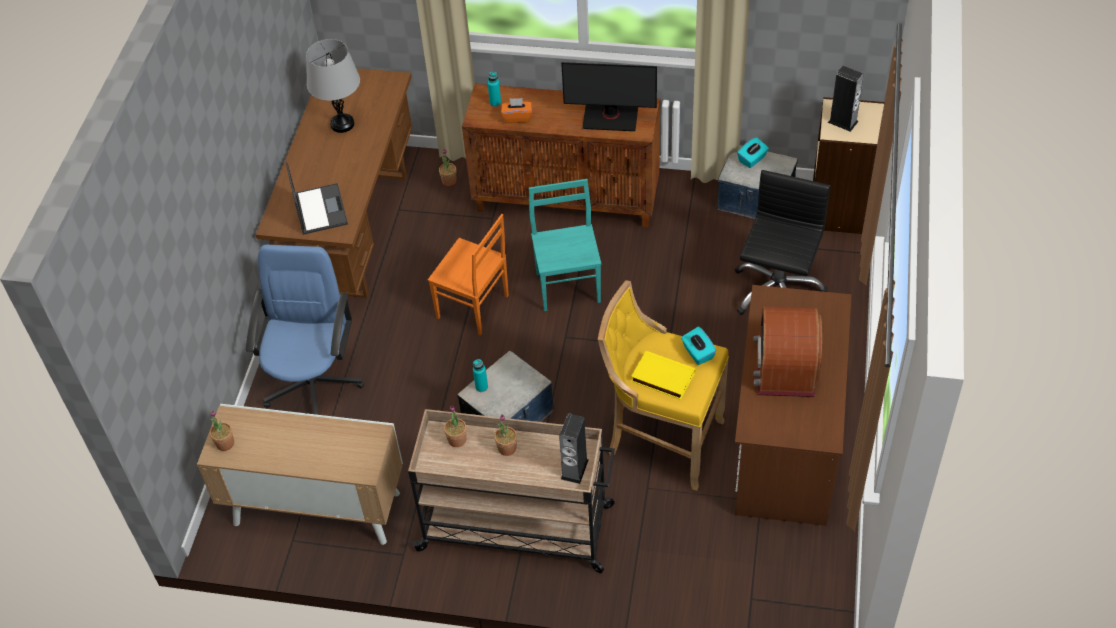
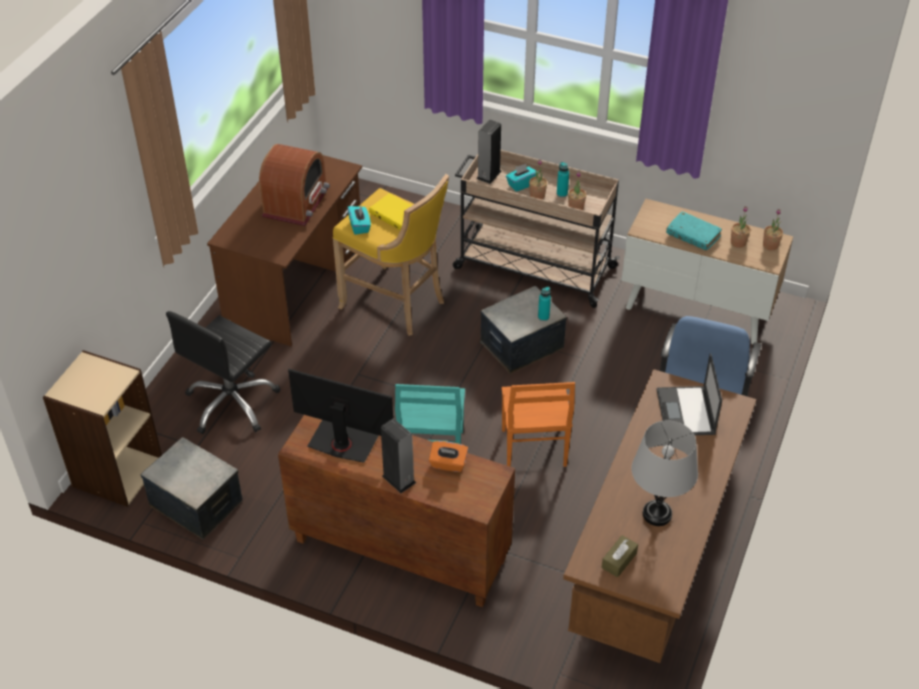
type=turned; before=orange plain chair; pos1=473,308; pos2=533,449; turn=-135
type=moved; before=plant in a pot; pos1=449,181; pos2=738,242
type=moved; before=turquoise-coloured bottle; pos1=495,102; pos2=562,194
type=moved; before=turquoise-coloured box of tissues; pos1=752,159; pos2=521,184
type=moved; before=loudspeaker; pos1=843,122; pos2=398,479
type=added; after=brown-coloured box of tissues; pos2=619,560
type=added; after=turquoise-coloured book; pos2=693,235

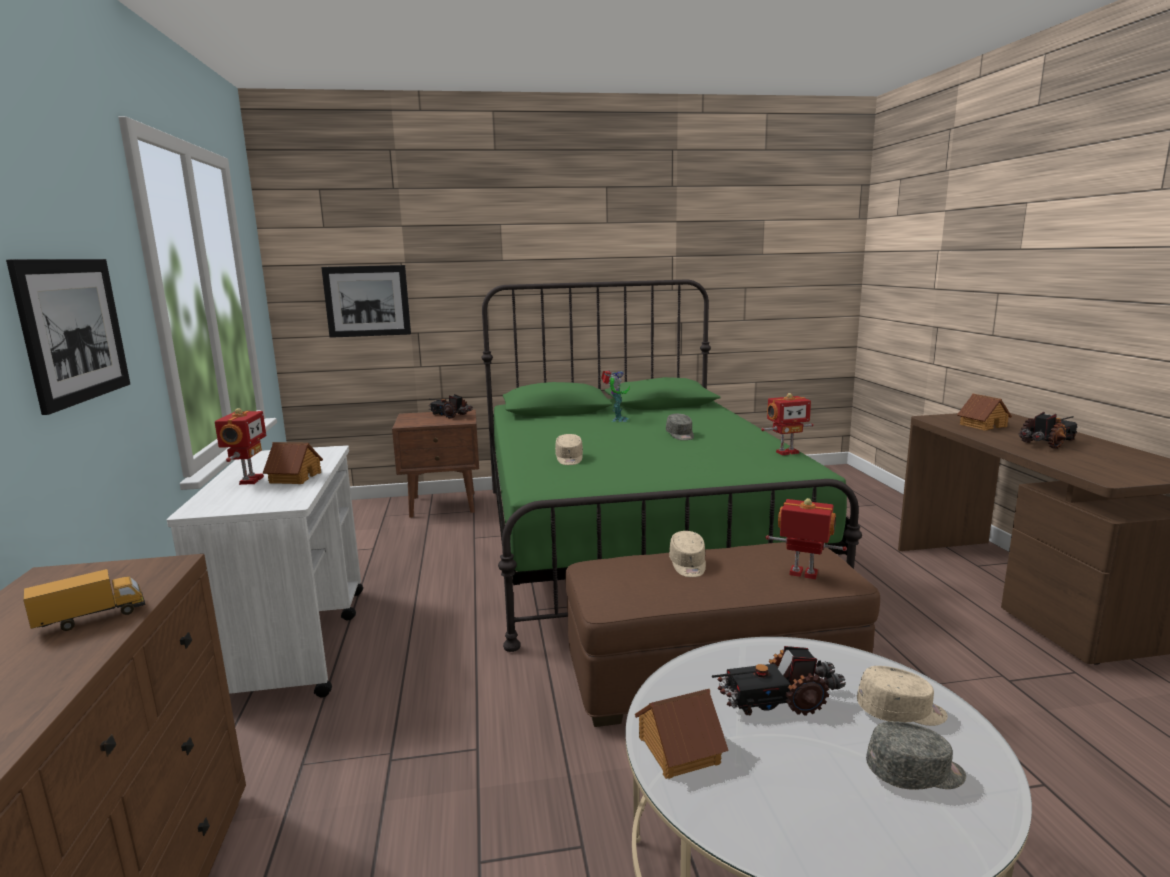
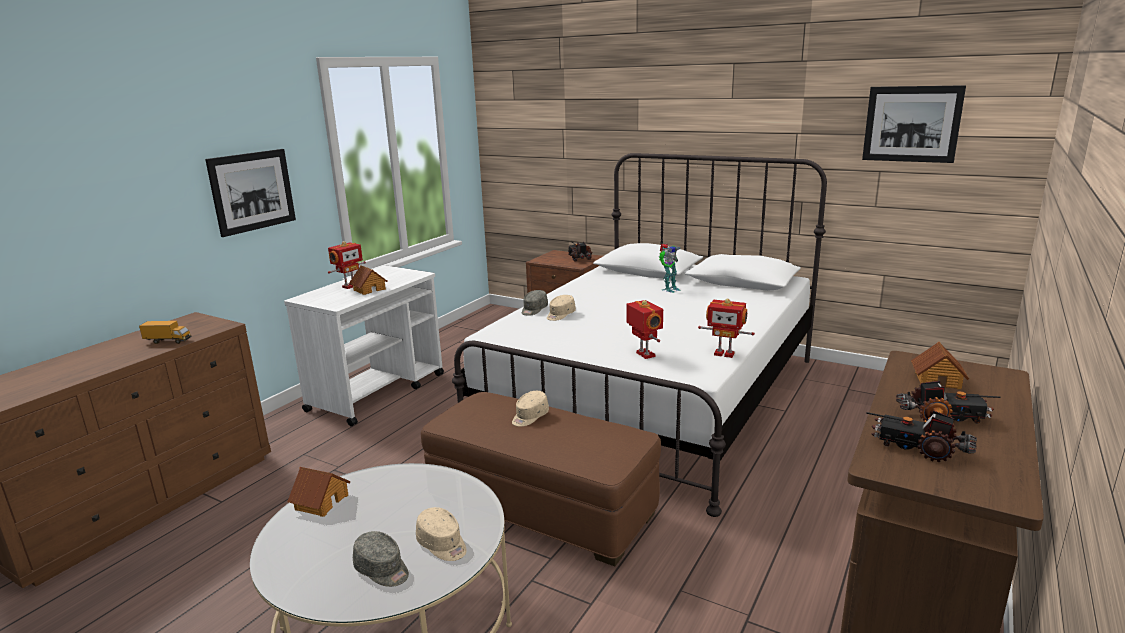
type=moved; before=wall picture; pos1=367,301; pos2=911,124
type=recoloured; before=green-coloured bed; after=white bed; pos1=633,539; pos2=652,396
type=moved; before=gray baseball cap; pos1=680,435; pos2=534,310
type=moved; before=model truck; pos1=777,701; pos2=918,448
type=moved; before=toy robot; pos1=803,574; pos2=644,355

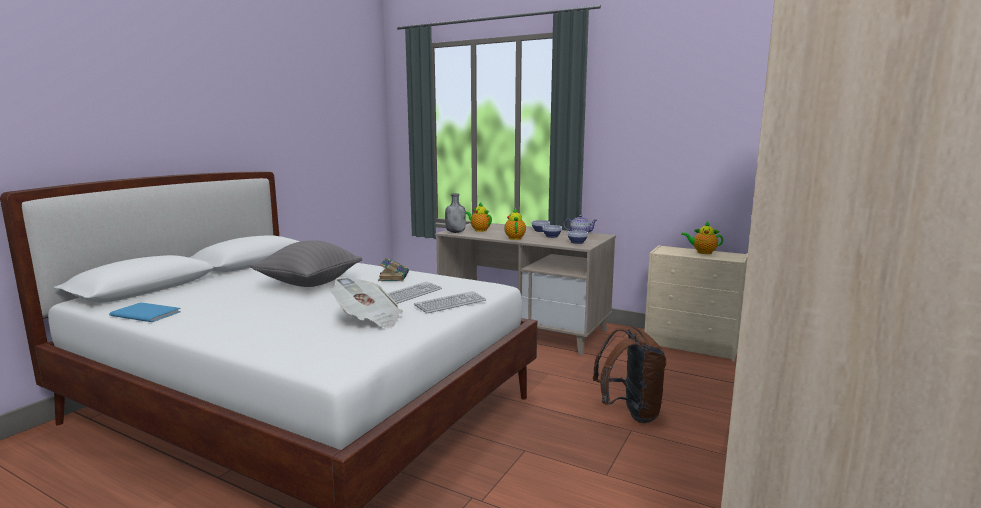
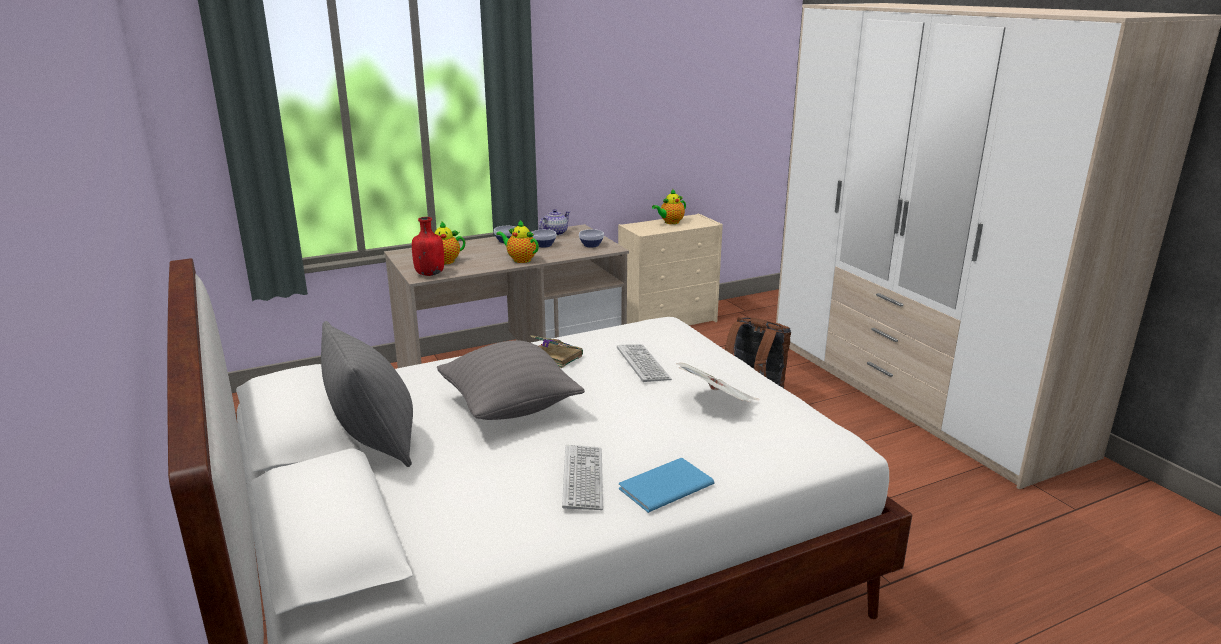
type=moved; before=bluish book; pos1=146,313; pos2=662,486
type=moved; before=PC keyboard; pos1=450,303; pos2=583,478
type=recoloured; before=gray bottle; after=red-coloured bottle; pos1=455,232; pos2=429,274
type=added; after=gray cushion; pos2=374,442

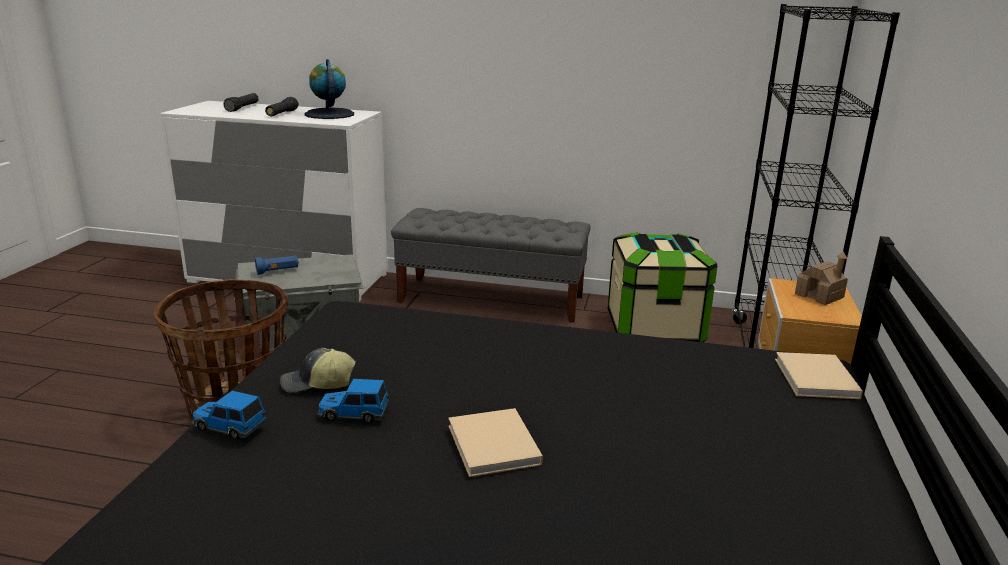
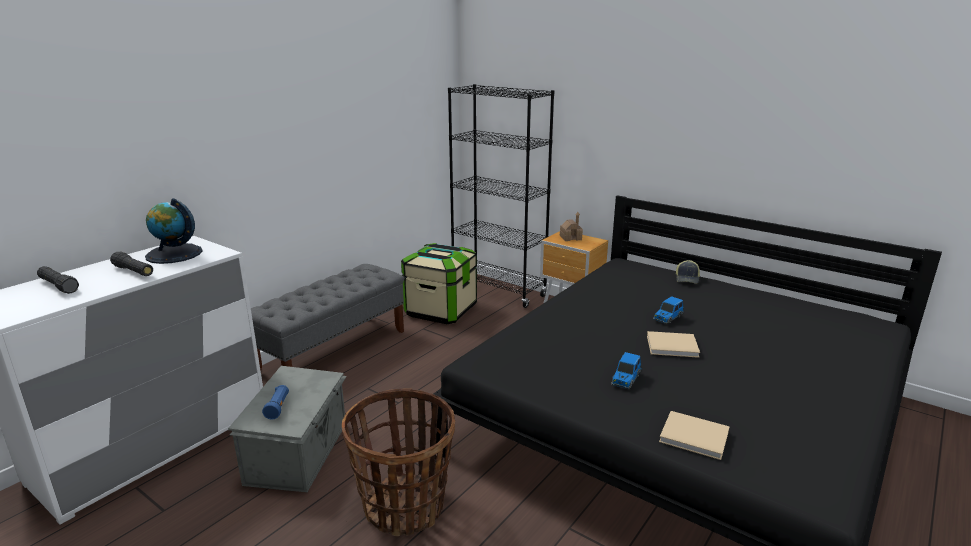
type=moved; before=toy car; pos1=229,427; pos2=667,318
type=moved; before=baseball cap; pos1=317,384; pos2=687,279
type=moved; before=sand-coloured book; pos1=816,379; pos2=696,437

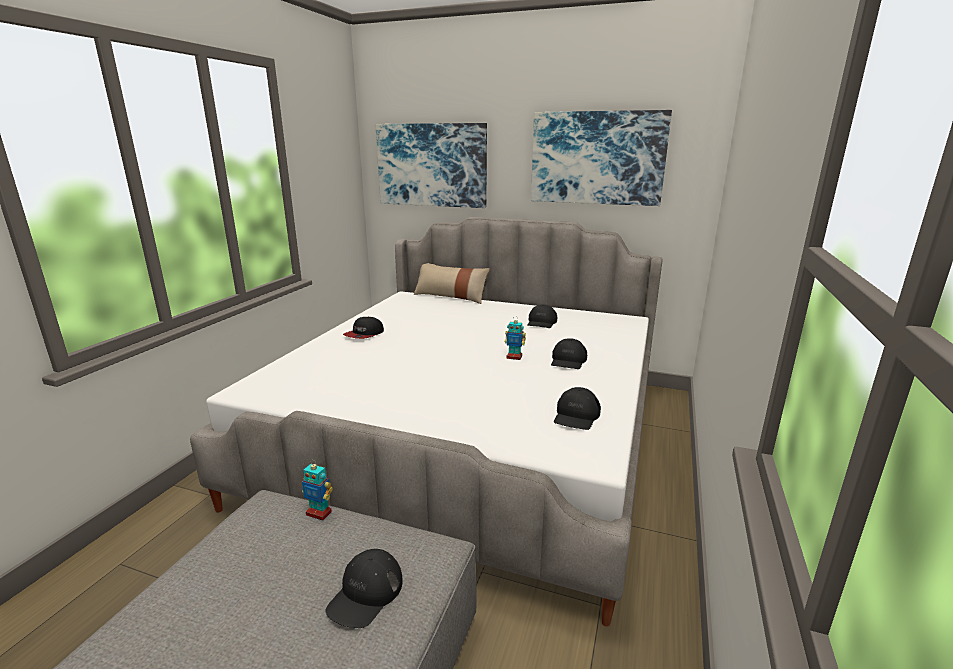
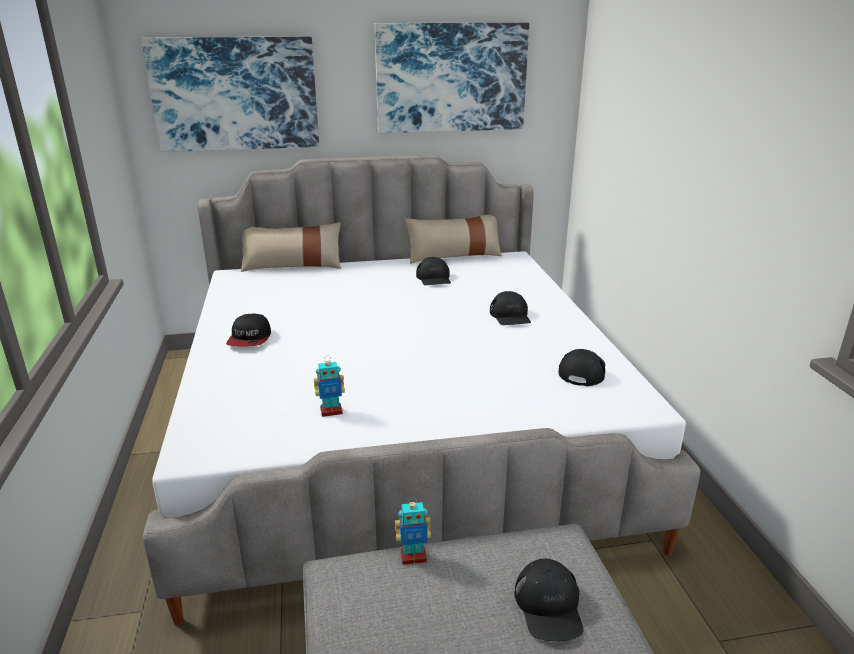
type=moved; before=toy robot; pos1=514,357; pos2=331,411
type=turned; before=black baseball cap; pos1=576,415; pos2=582,370; turn=-150
type=added; after=sand-coloured cushion; pos2=454,256

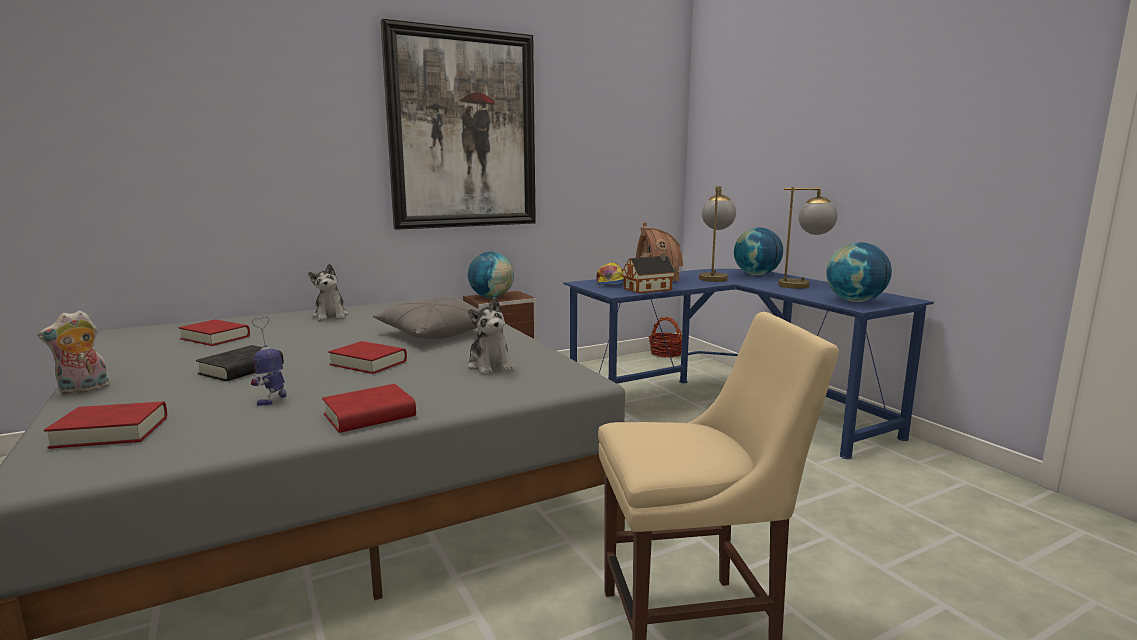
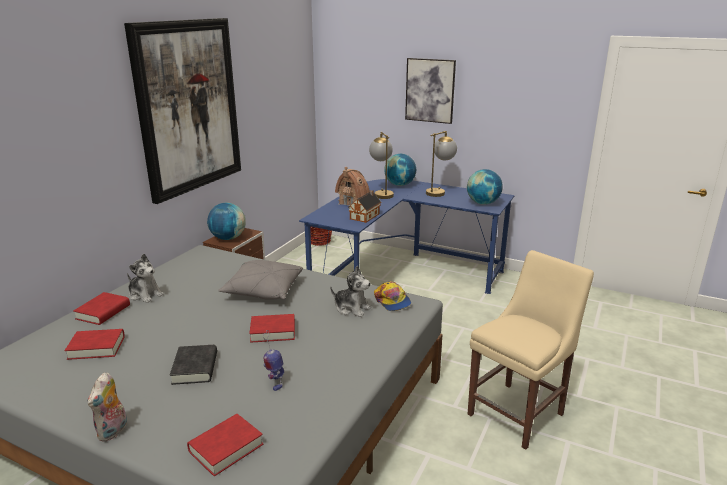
type=moved; before=red-coloured book; pos1=369,415; pos2=103,312
type=moved; before=baseball cap; pos1=610,283; pos2=392,301
type=added; after=wall picture; pos2=430,90

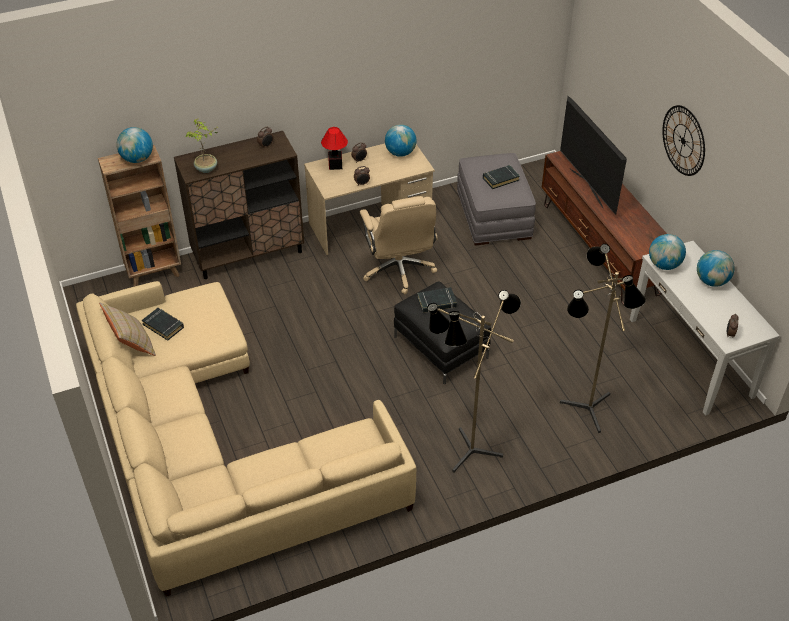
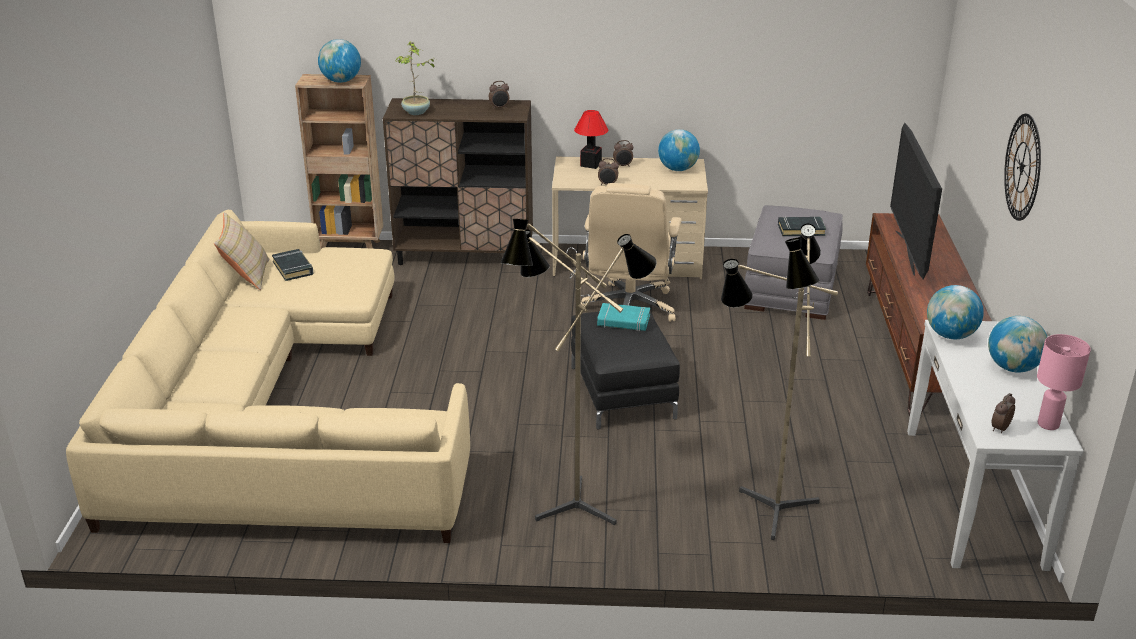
type=recoloured; before=black book; after=turquoise-coloured book; pos1=437,302; pos2=623,321
type=added; after=pink lamp for a table; pos2=1049,424

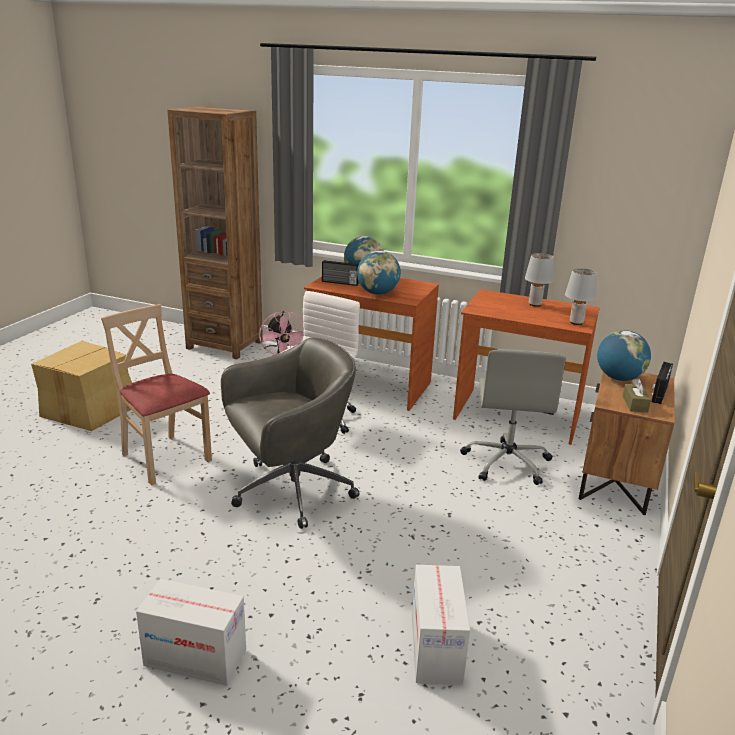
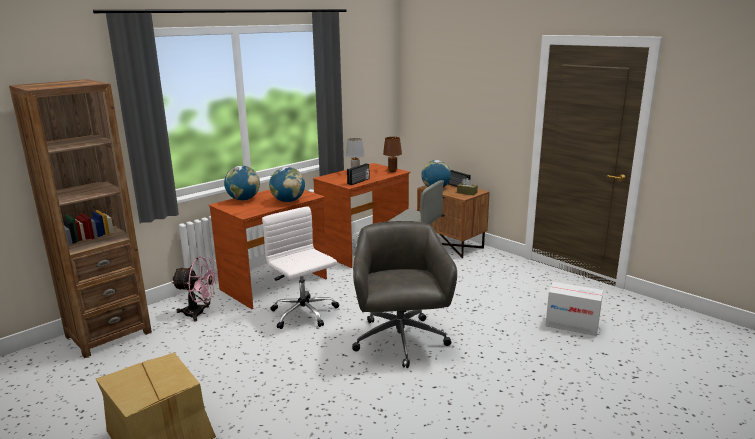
type=removed; before=sand-coloured plain chair; pos1=165,458
type=removed; before=cardboard box; pos1=195,658
type=moved; before=radio; pos1=340,283; pos2=359,181
type=recoloured; before=gray lamp for a table; after=brown-coloured lamp for a table; pos1=576,323; pos2=393,171

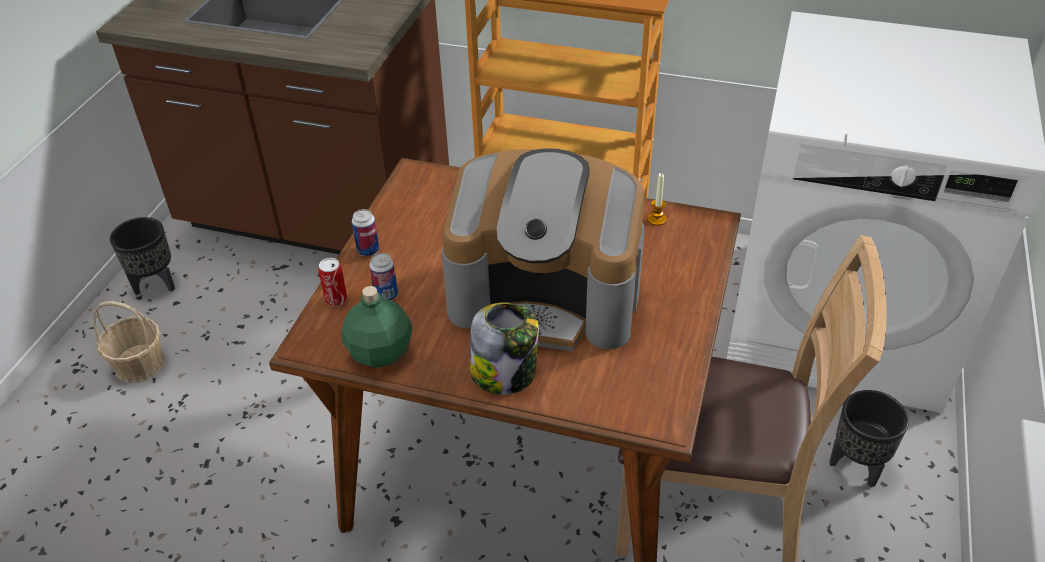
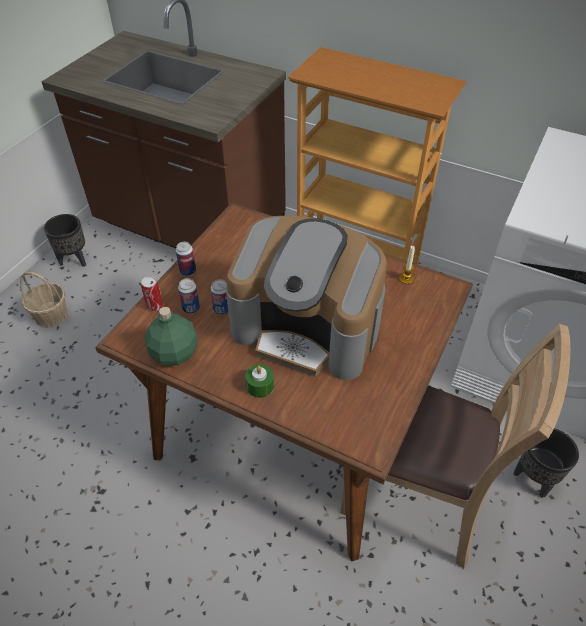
type=replaced; before=storage jar; after=green-coloured candle; pos1=505,373; pos2=260,386
type=added; after=metal can; pos2=222,309

